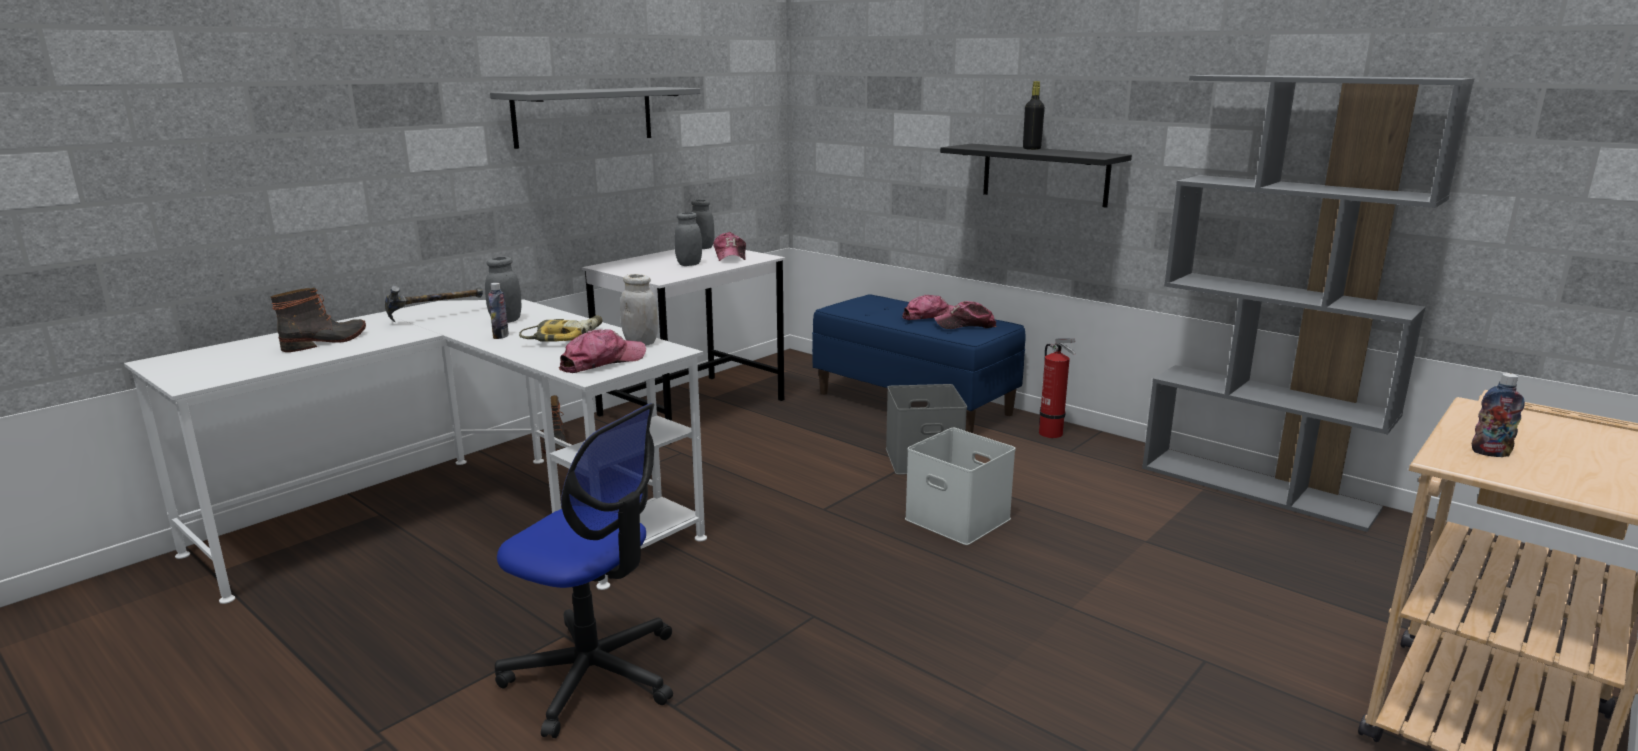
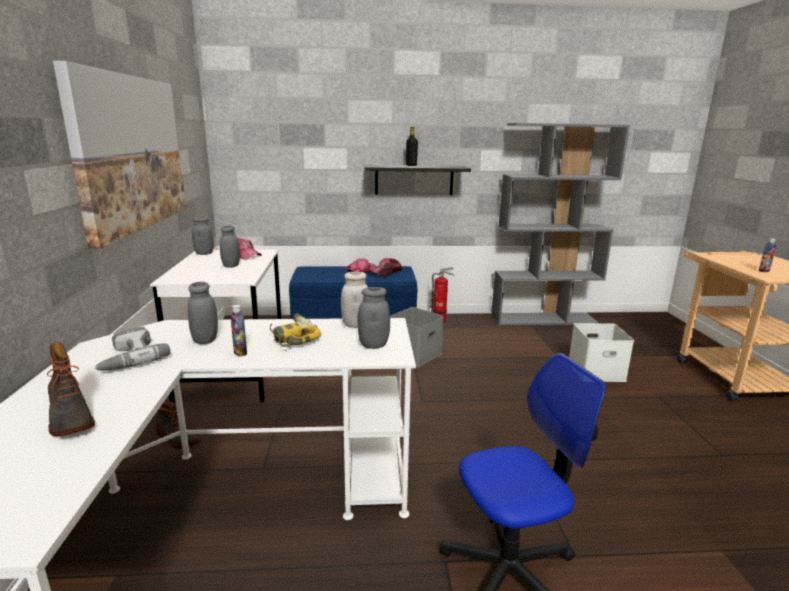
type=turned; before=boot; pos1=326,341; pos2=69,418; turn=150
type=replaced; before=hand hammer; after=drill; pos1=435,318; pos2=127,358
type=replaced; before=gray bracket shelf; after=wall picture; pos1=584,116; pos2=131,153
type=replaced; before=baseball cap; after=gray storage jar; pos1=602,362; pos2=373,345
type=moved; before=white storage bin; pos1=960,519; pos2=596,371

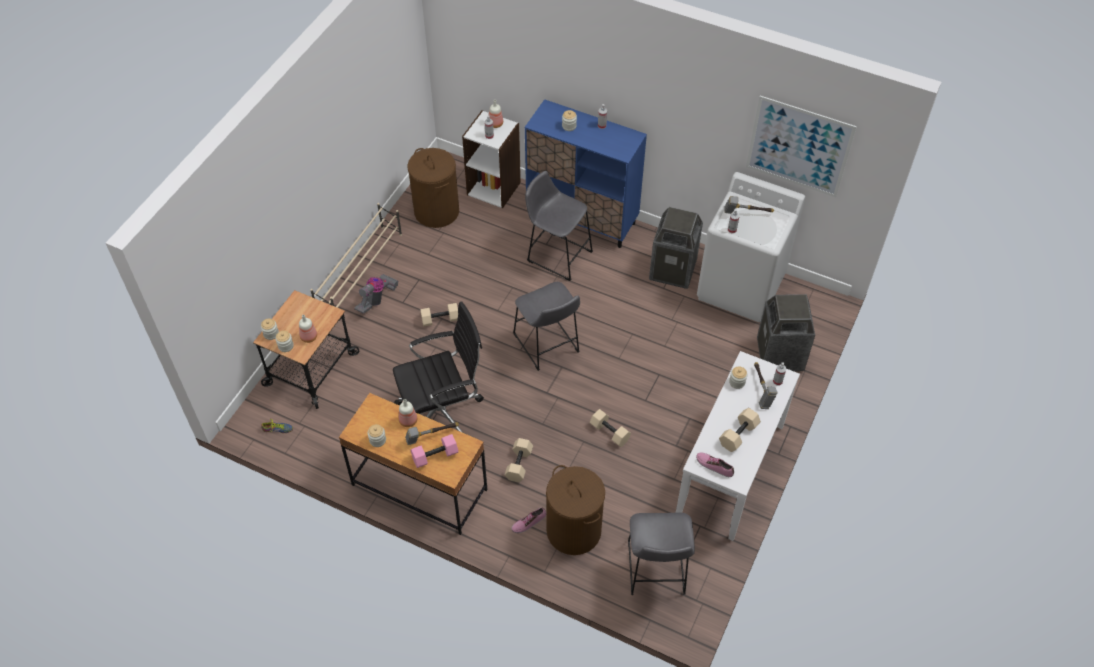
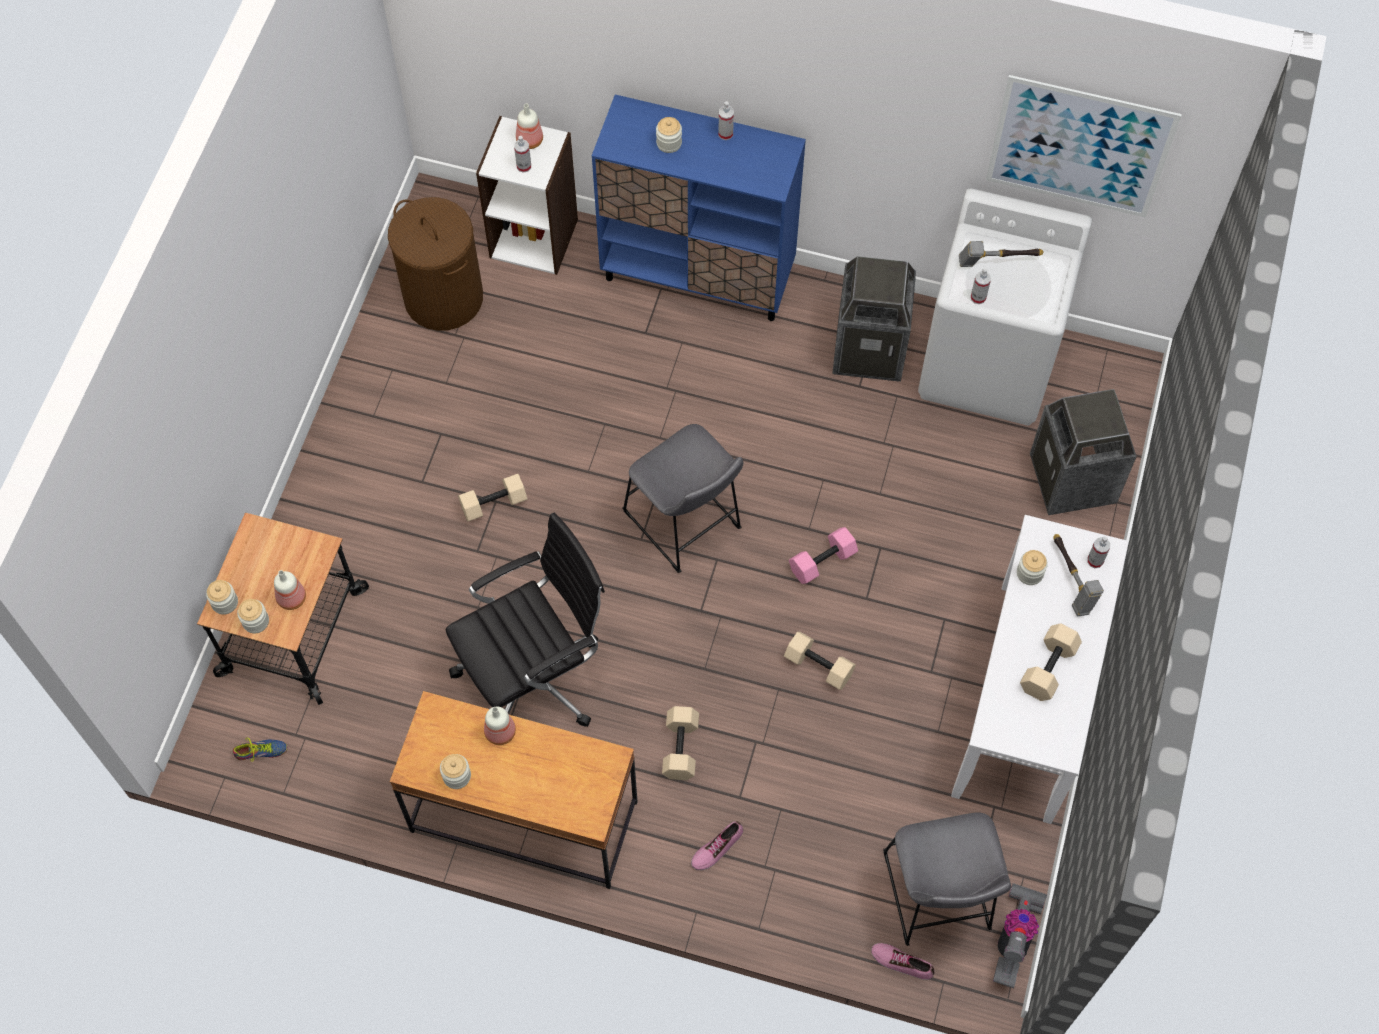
type=removed; before=sand-coloured shoe shelf; pos1=360,272
type=moved; before=vacuum; pos1=377,299; pos2=1014,939
type=removed; before=hand hammer; pos1=431,436
type=moved; before=pink free weight; pos1=435,455; pos2=822,560
type=removed; before=gray stool seat; pos1=557,254
type=removed; before=brown-coloured laundry basket; pos1=574,530
type=moved; before=shoe; pos1=714,466; pos2=902,962

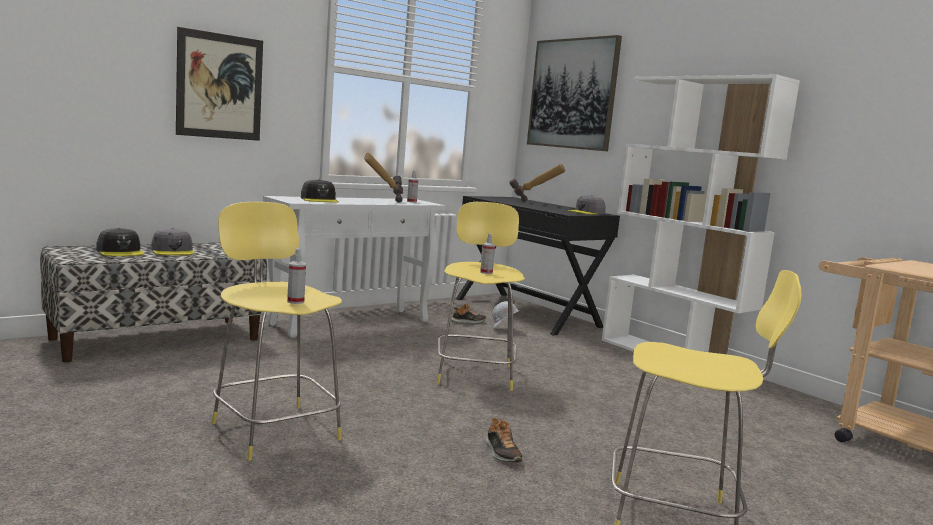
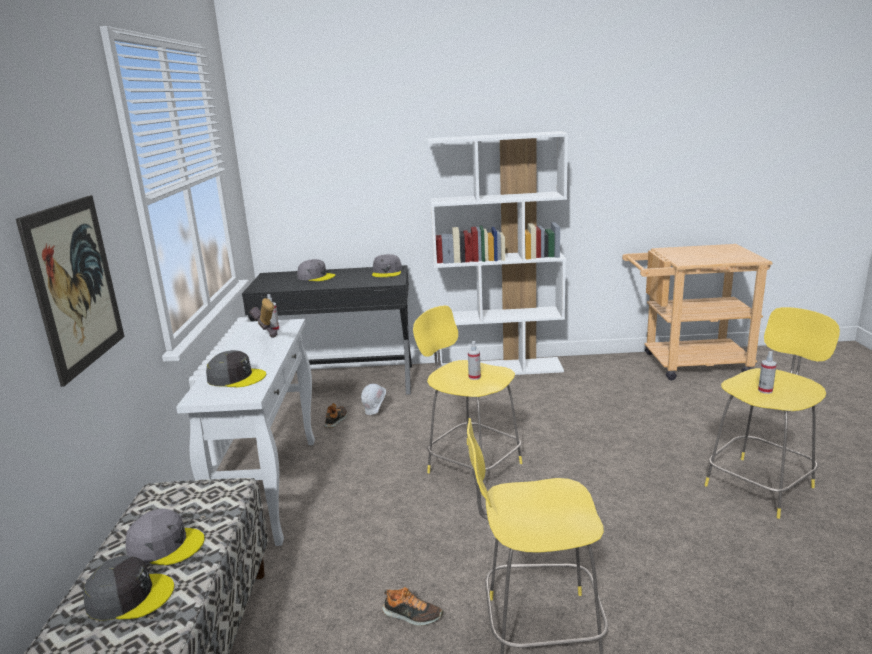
type=moved; before=spray bottle; pos1=295,301; pos2=765,390
type=moved; before=shoe; pos1=502,453; pos2=412,615
type=replaced; before=hand hammer; after=gray baseball cap; pos1=533,203; pos2=316,276
type=removed; before=wall picture; pos1=572,94

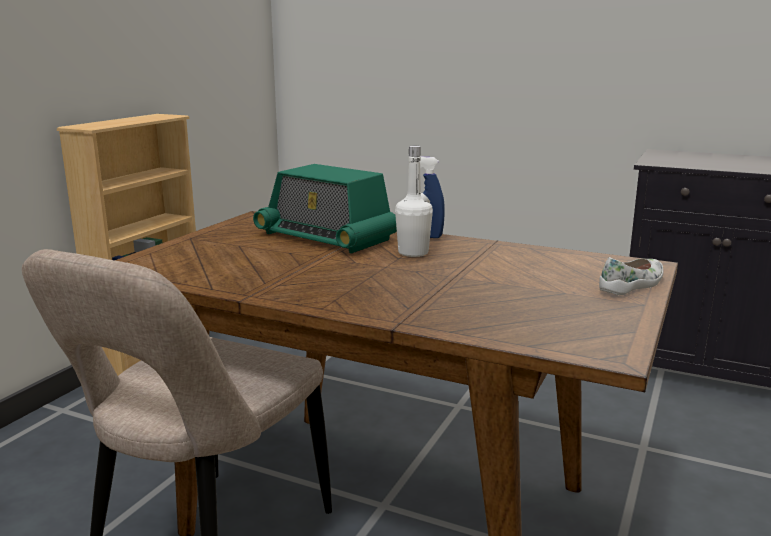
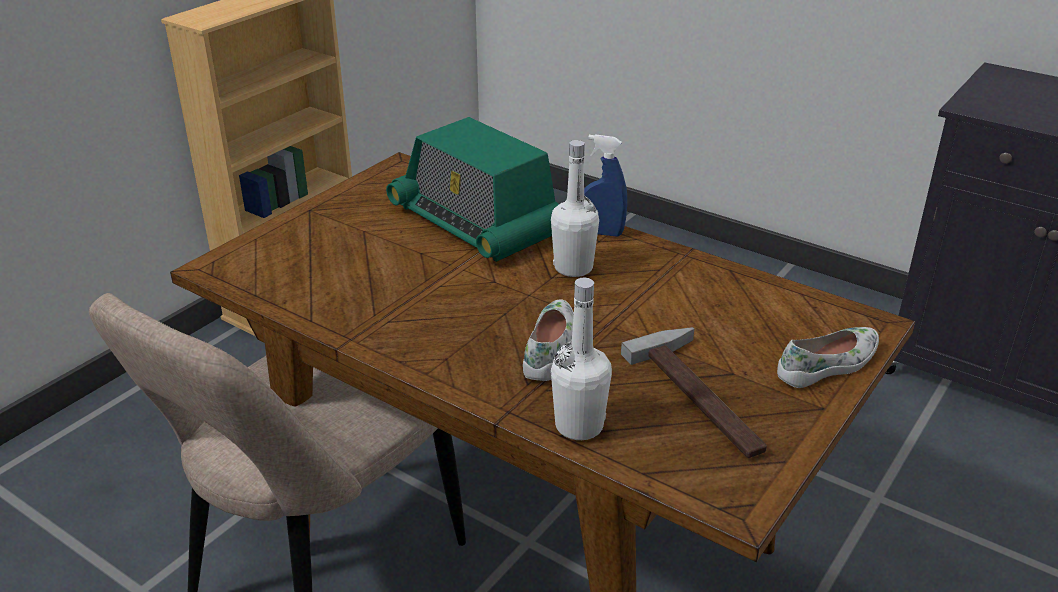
type=added; after=white shoe; pos2=551,348
type=added; after=white bottle; pos2=579,426
type=added; after=hand hammer; pos2=706,396

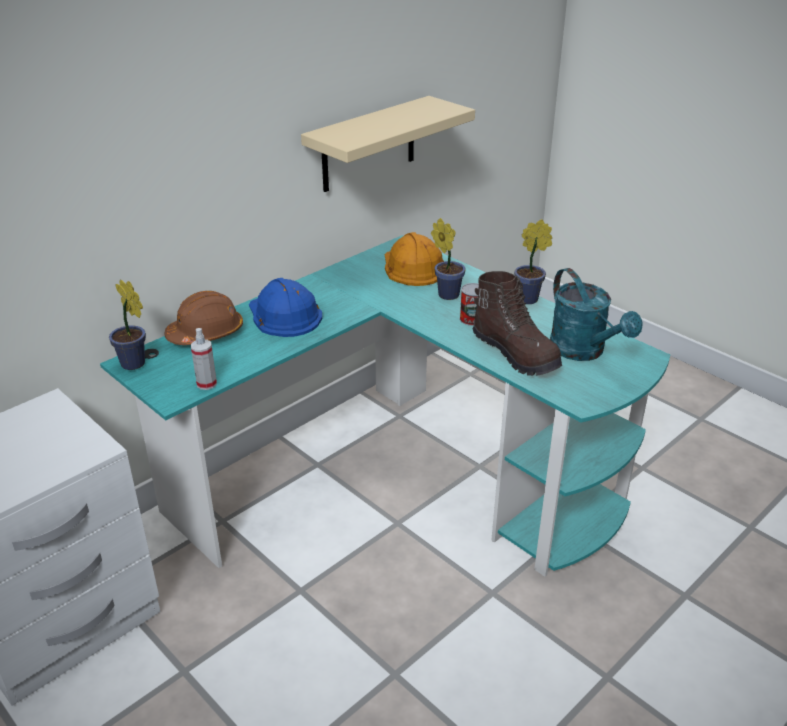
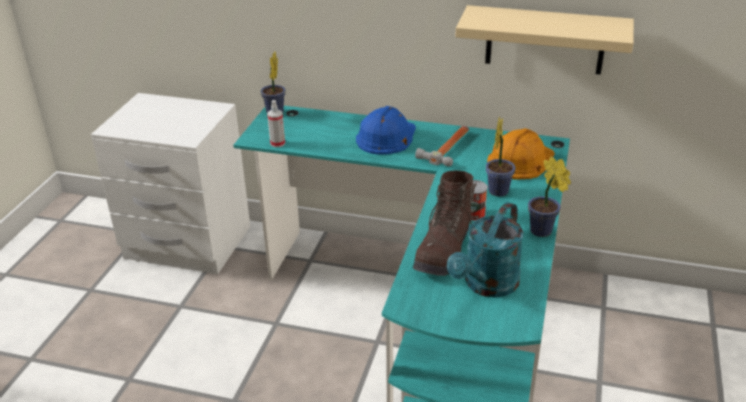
type=removed; before=brown-coloured safety helmet; pos1=206,333
type=added; after=hand hammer; pos2=448,148

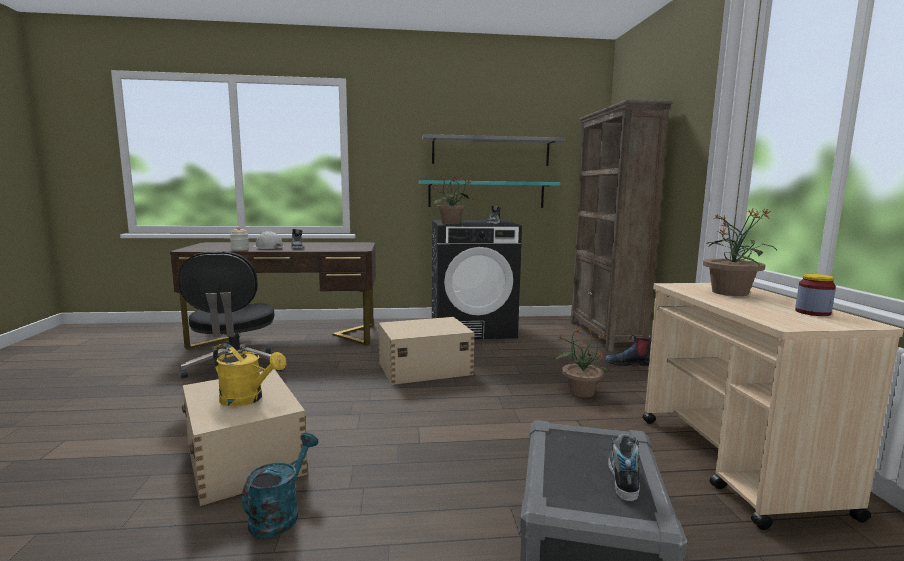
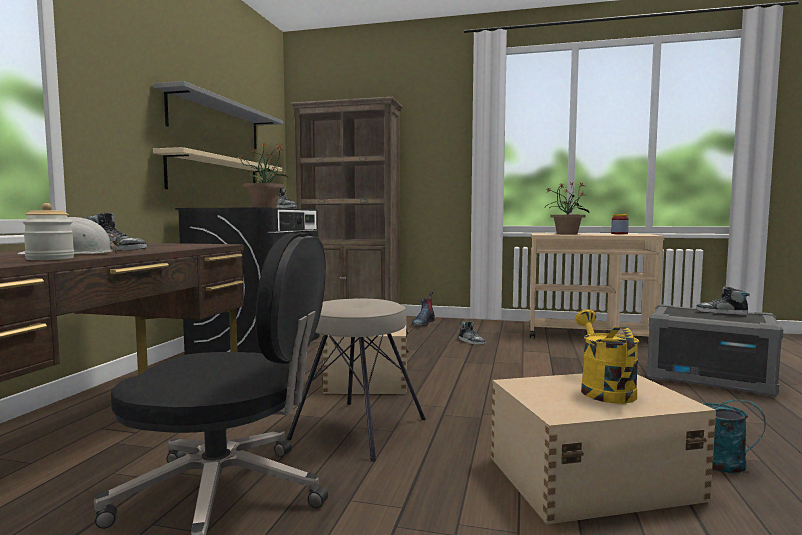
type=turned; before=yellow watering can; pos1=247,399; pos2=603,389; turn=-45
type=recoloured; before=turquoise-coloured bracket shelf; after=sand-coloured bracket shelf; pos1=486,194; pos2=215,176
type=replaced; before=plant in a pot; after=shoe; pos1=581,392; pos2=471,341
type=added; after=sand-coloured stool seat; pos2=358,428

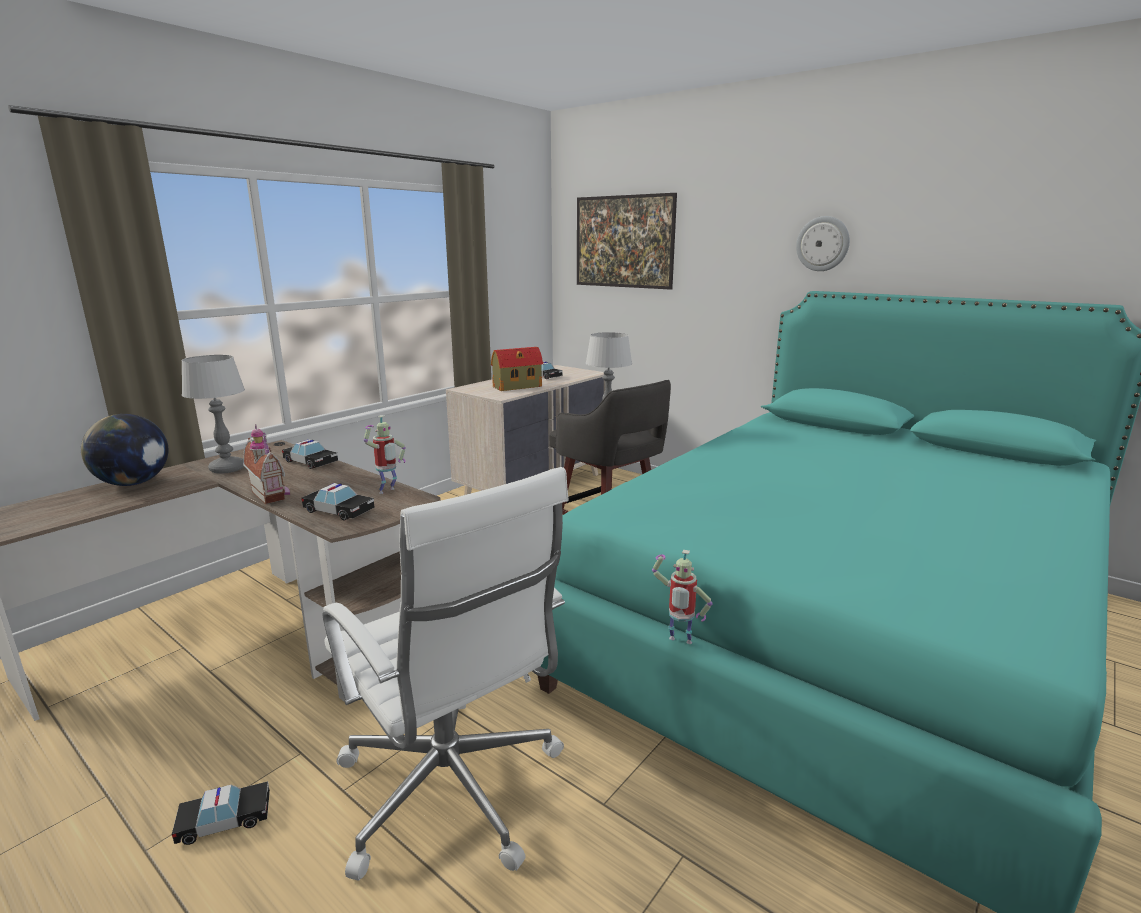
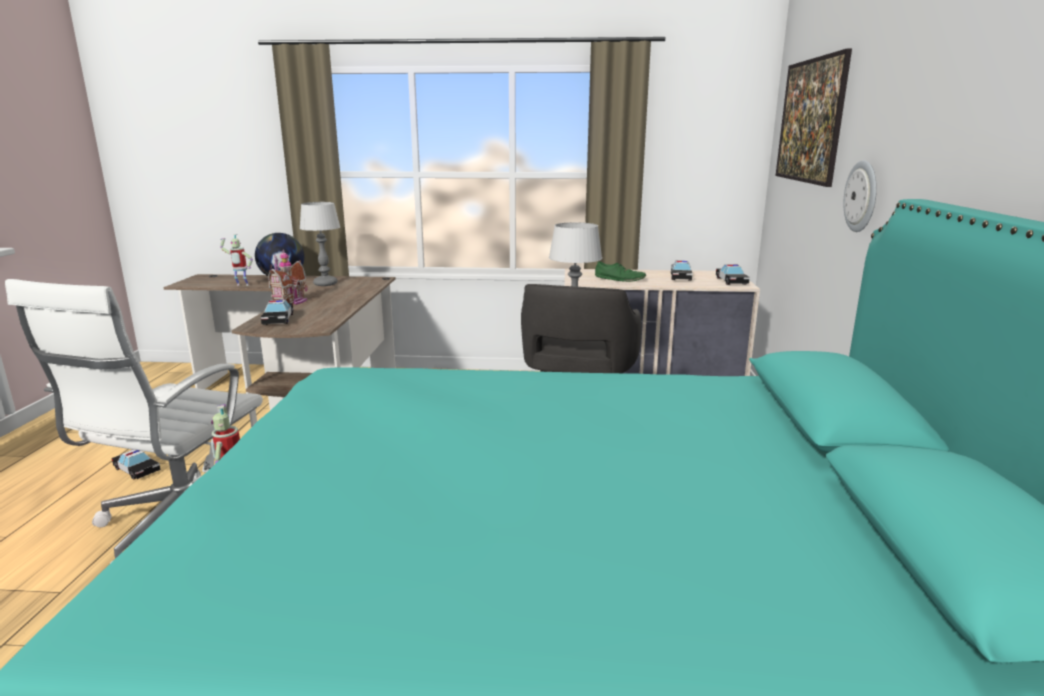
type=moved; before=toy car; pos1=310,462; pos2=731,281
type=moved; before=toy robot; pos1=388,491; pos2=241,285
type=replaced; before=toy house; after=green-coloured shoe; pos1=516,387; pos2=619,279
type=moved; before=wall clock; pos1=823,244; pos2=862,196

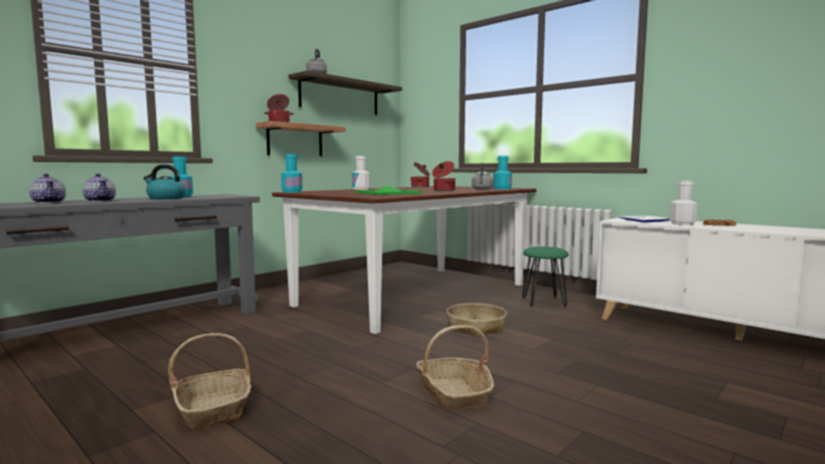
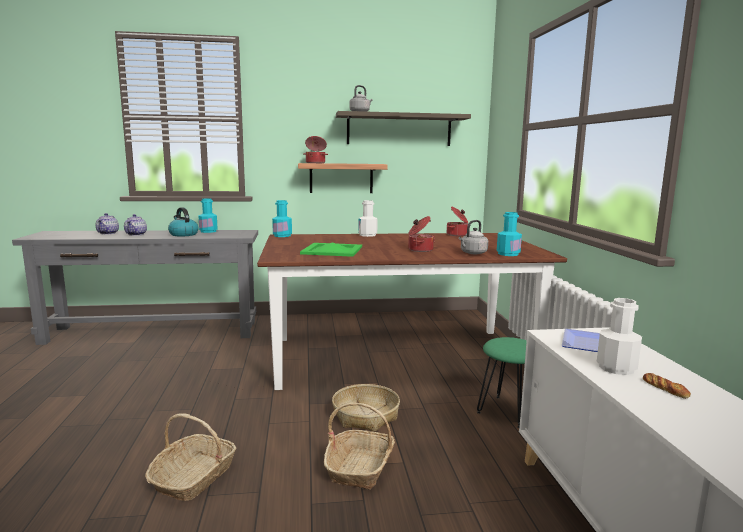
type=moved; before=storage basket; pos1=214,408; pos2=360,467

